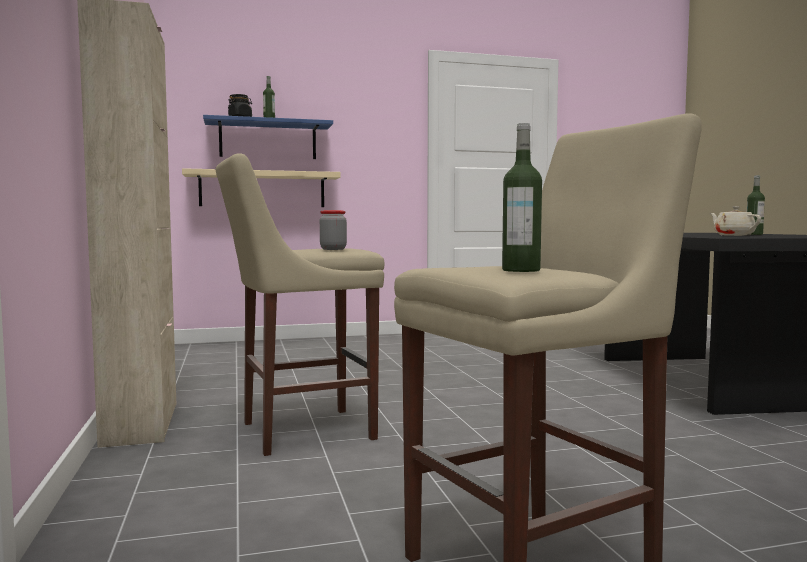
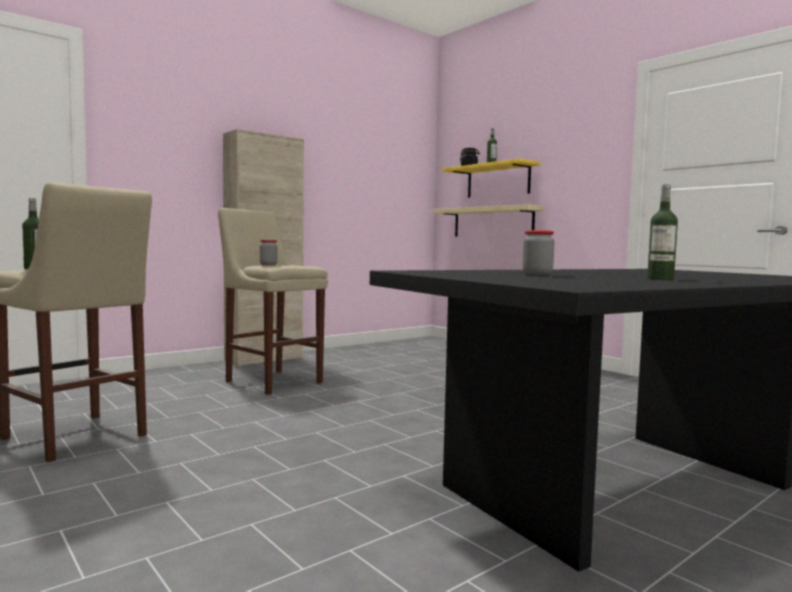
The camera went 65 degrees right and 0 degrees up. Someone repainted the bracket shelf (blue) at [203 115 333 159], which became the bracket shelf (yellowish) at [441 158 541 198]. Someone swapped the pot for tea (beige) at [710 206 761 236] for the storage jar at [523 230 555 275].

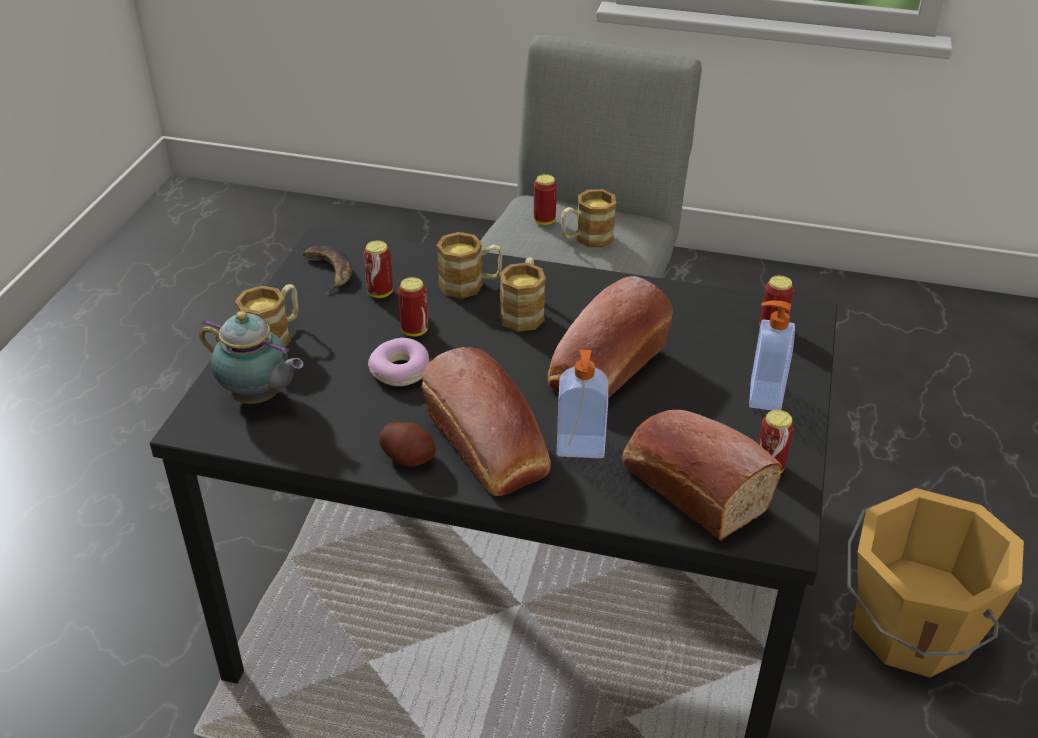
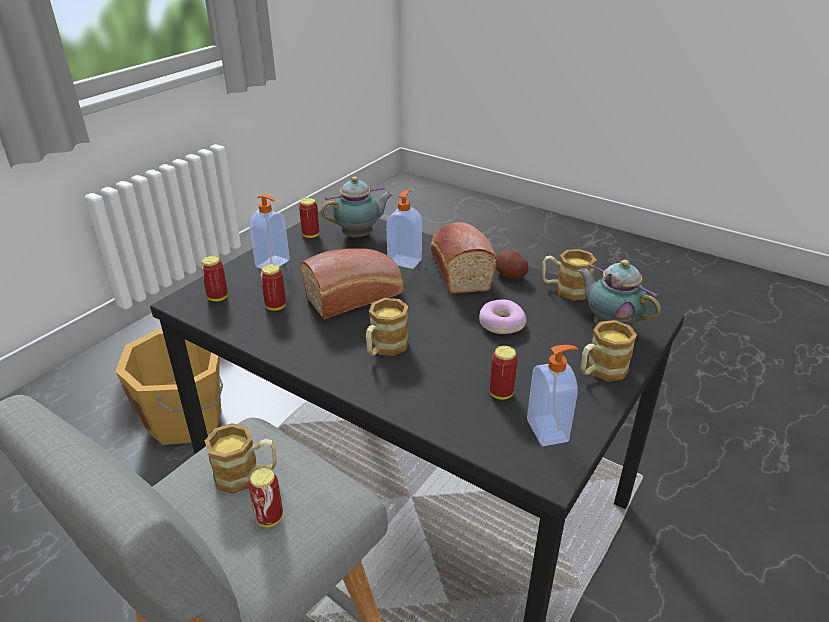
The camera went 160 degrees left and 5 degrees down. Someone swapped the banana at [302 246 352 295] for the liquid soap bottle at [527 345 578 447]. Someone carried the can from [398 277 428 337] to [260 264 286 311]. Someone carried the coffee mug from [436 232 503 299] to [542 249 596 300]. Someone swapped the bread at [622 410 782 541] for the pot for tea at [321 177 393 238].

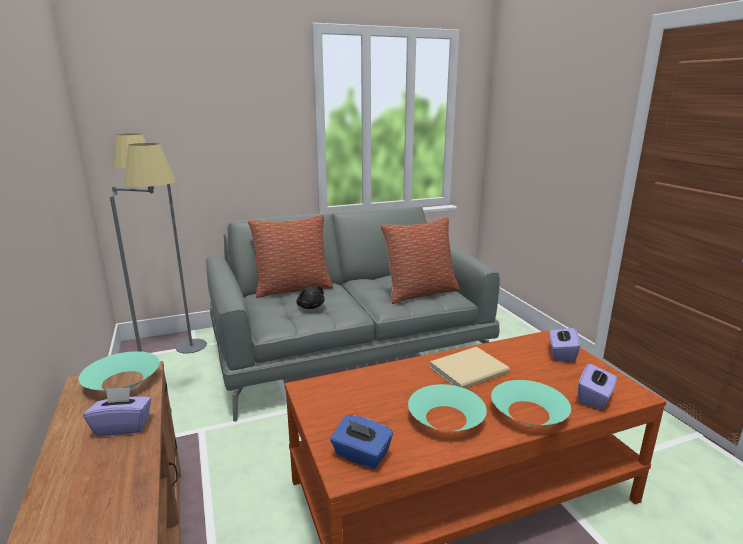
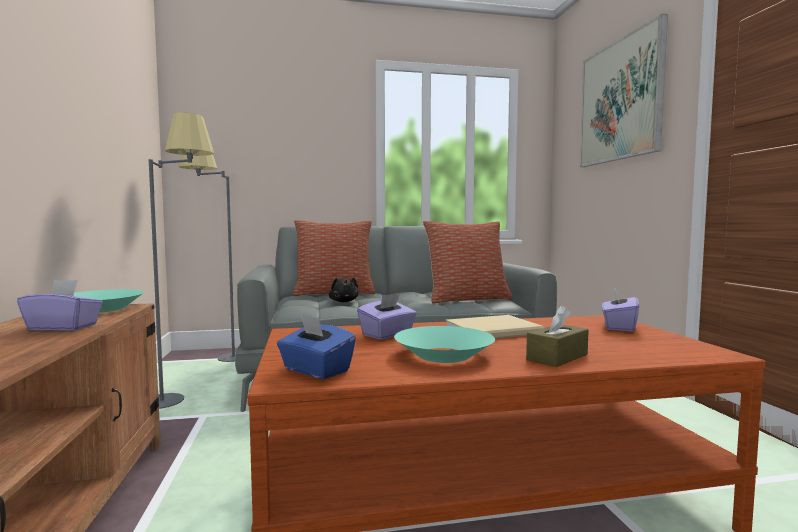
The camera went 10 degrees right and 15 degrees down. Someone swapped the serving bowl (turquoise) at [491 380 571 425] for the box of tissues (brown) at [526 305 589 367]. Someone carried the box of tissues (purplish) from [578 363 617 410] to [357 293 417 340]. Someone put up the wall picture at [579 14 668 167].

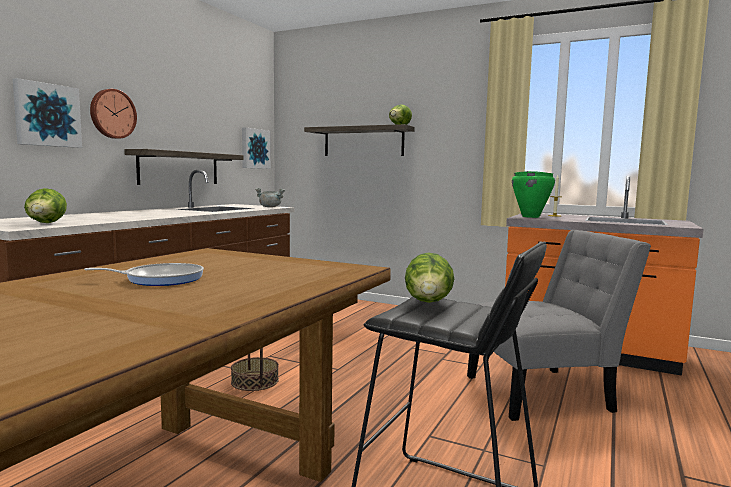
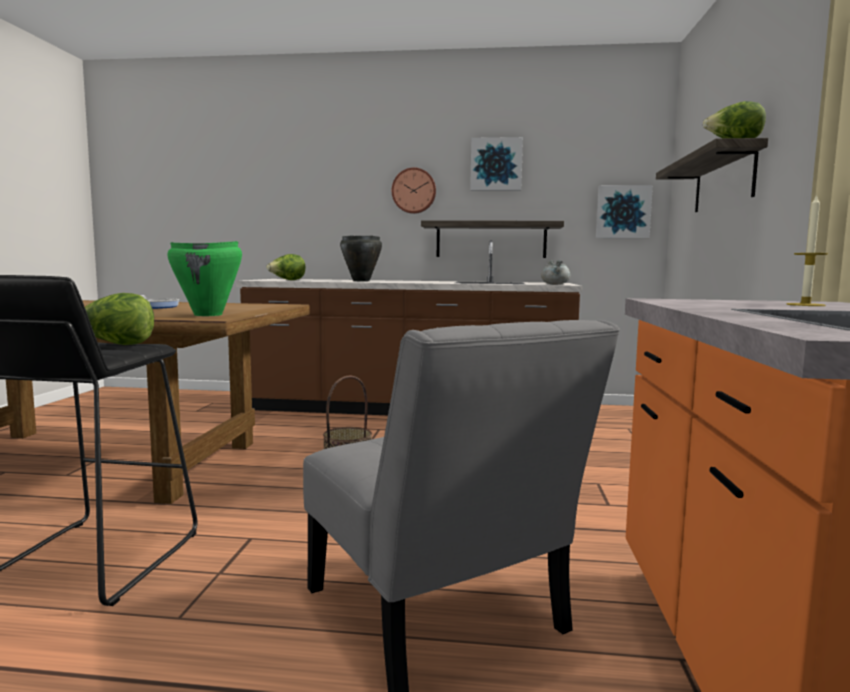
The camera went 70 degrees right and 0 degrees up. Someone carried the wall picture from [13 78 82 148] to [470 137 523 191]. Someone carried the cooking pot (greenish) from [512 171 555 218] to [167 241 242 316]. Someone put down the cooking pot (blackish) at [340 236 382 281].

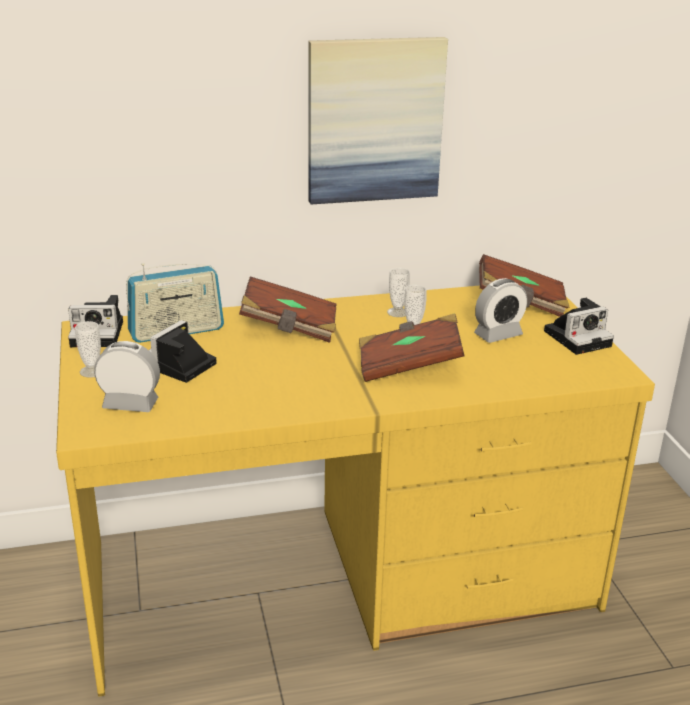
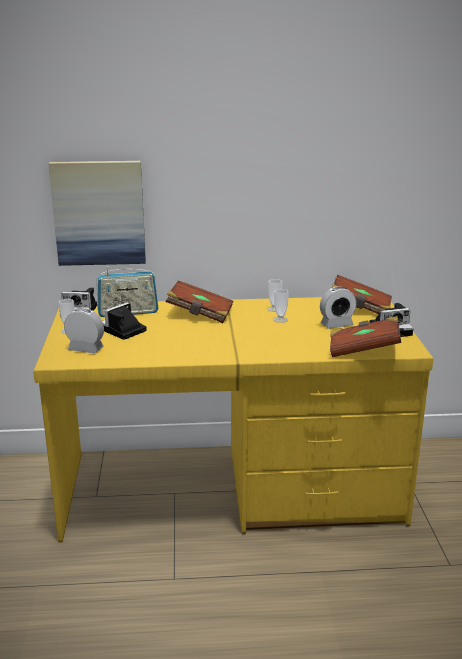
The camera went 10 degrees right and 5 degrees down. Someone carried the wall picture from [308 37 448 204] to [48 161 146 266]. Someone carried the book (brown) from [359 313 464 382] to [330 316 401 357].

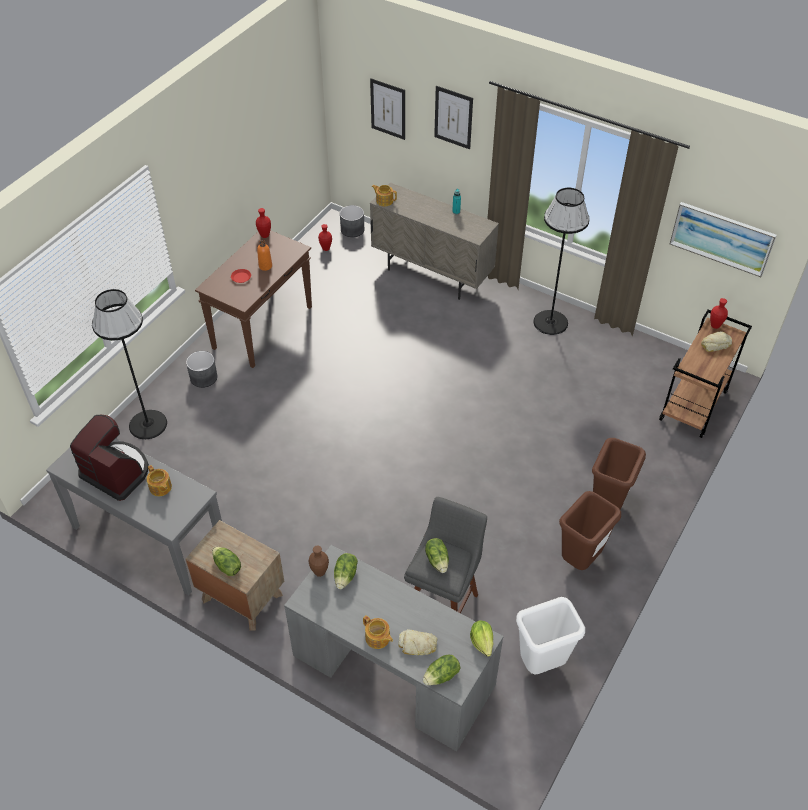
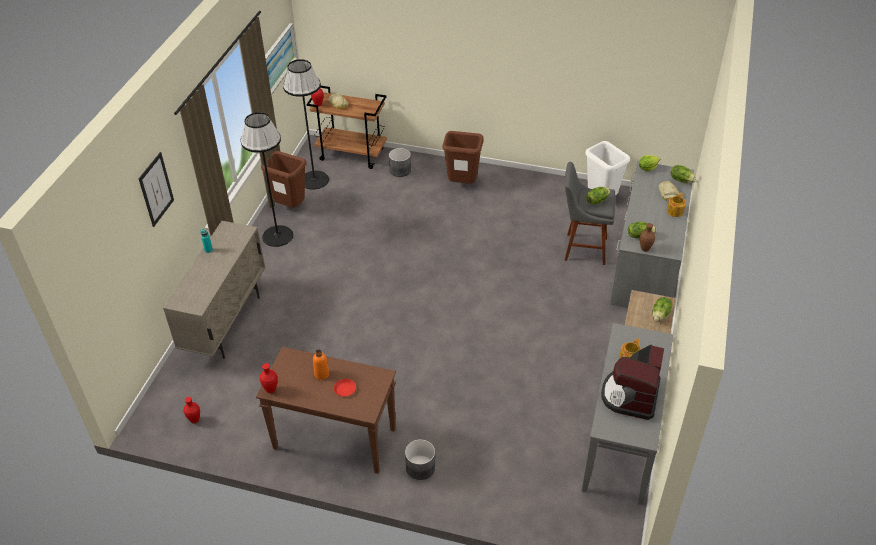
The camera went 105 degrees left and 5 degrees down. Someone carried the standard lamp (blackish) from [92 289 167 439] to [283 59 329 190]. Someone carried the planter (grey) from [340 205 365 237] to [389 148 411 177]. Someone took away the wall picture at [370 78 405 140]. Someone took away the pot for tea at [372 185 397 206]. Someone carried the trash can (brown) from [559 491 621 570] to [261 151 306 208].

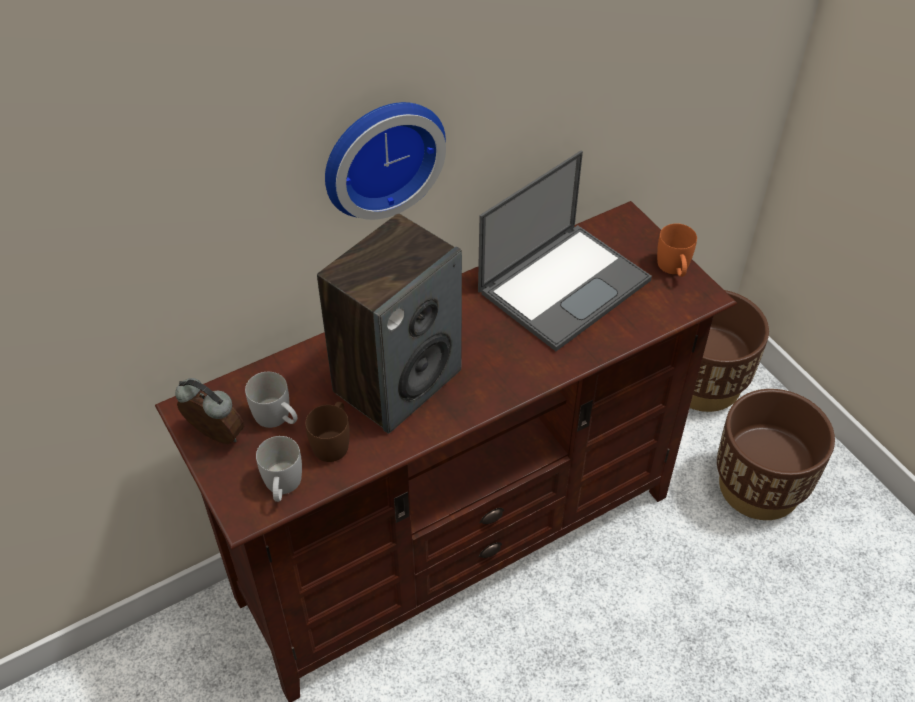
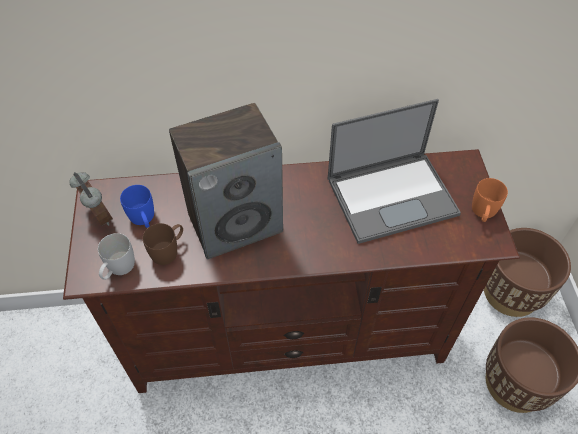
The camera went 25 degrees right and 5 degrees up. Someone repainted the coffee mug (whitish) at [245 372 297 428], which became the coffee mug (blue) at [120 185 154 228]. Someone took away the clock on the wall at [325 102 446 220].

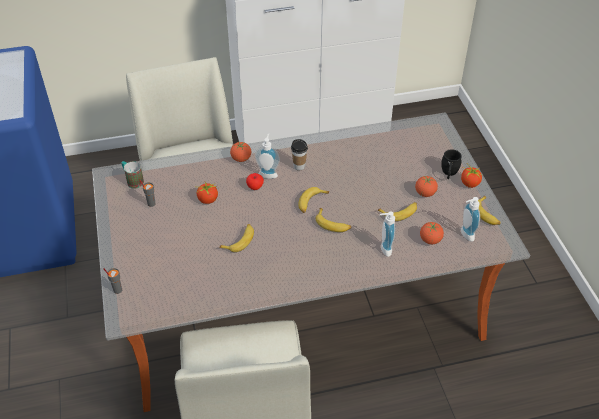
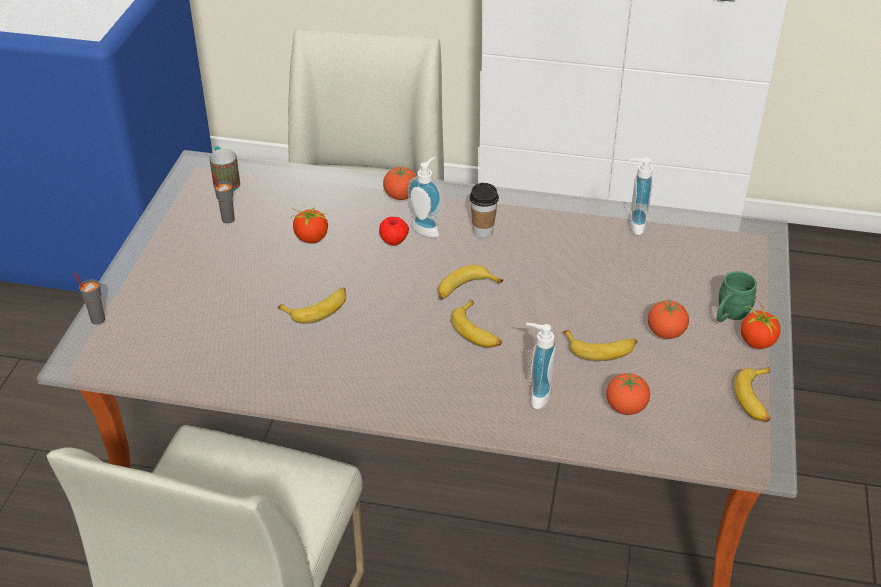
The camera went 25 degrees right and 5 degrees down. Someone repainted the coffee mug (blackish) at [441 149 462 179], which became the coffee mug (greenish) at [717 271 757 322]. Someone carried the liquid soap bottle from [461 197 480 242] to [629 158 653 235].

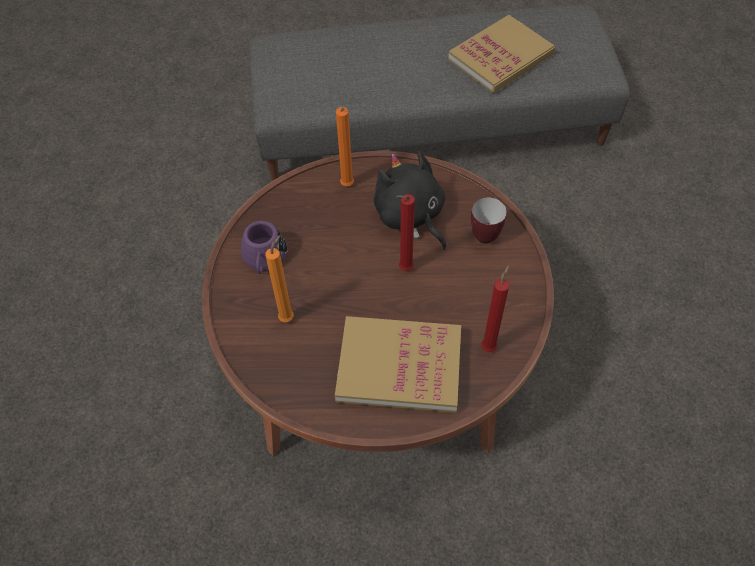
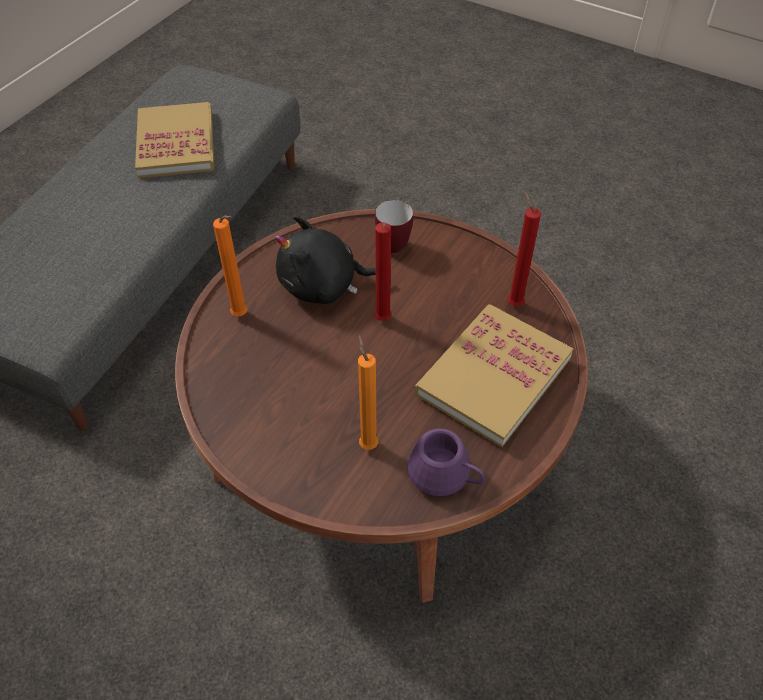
The camera went 60 degrees left and 5 degrees down. Someone carried the coffee mug (purplish) from [241 221 287 274] to [407 428 485 496].

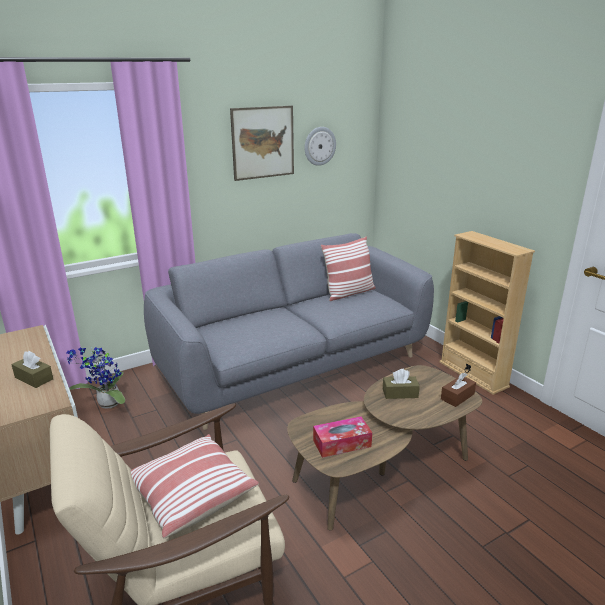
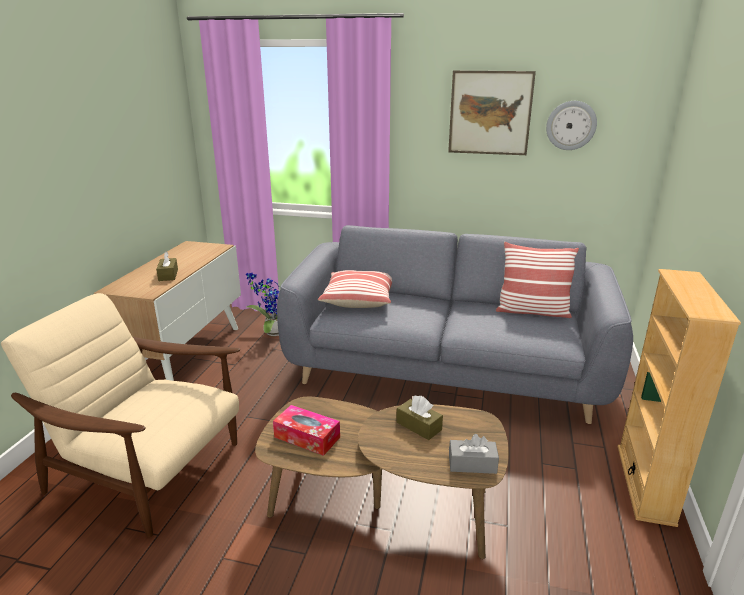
The camera went 45 degrees right and 0 degrees up. Someone carried the throw pillow from [131 434 259 538] to [318 270 392 308]. Someone repainted the box of tissues (brown) at [441 373 476 407], which became the box of tissues (grey) at [449 434 499 474].

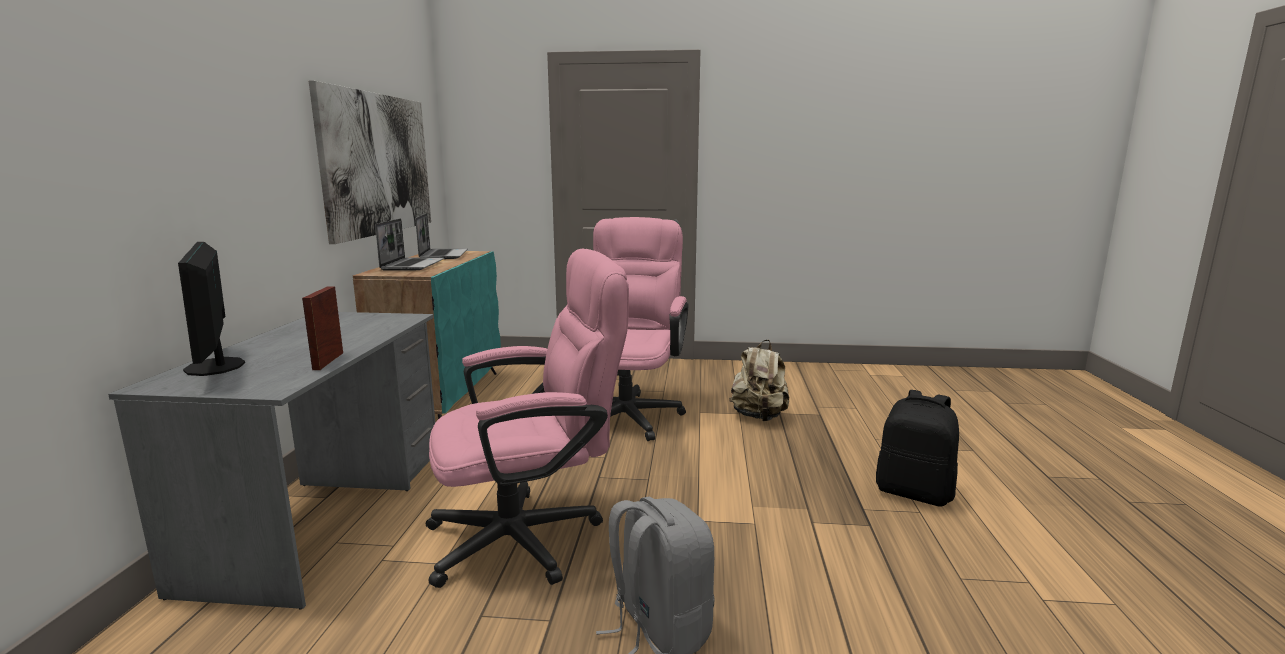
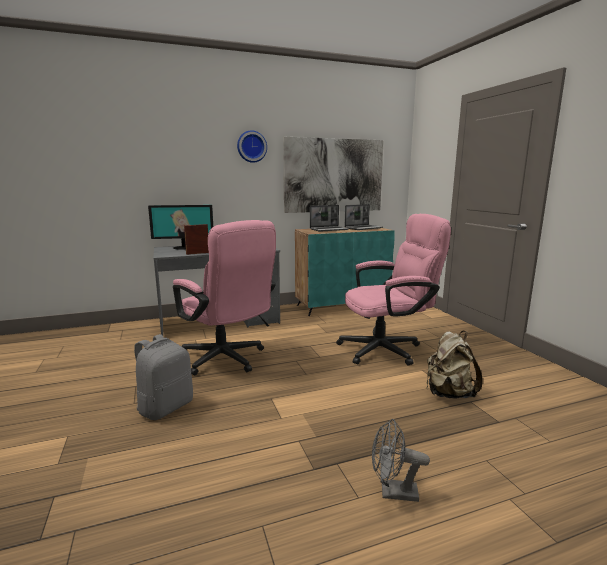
The camera went 65 degrees right and 0 degrees up. Someone rotated the computer screen at [178 242 245 376] by 135 degrees counterclockwise. Someone swapped the knapsack (blackish) at [876 390 959 506] for the electric fan (grey) at [372 419 430 502]. Someone put up the clock on the wall at [237 130 267 163].

